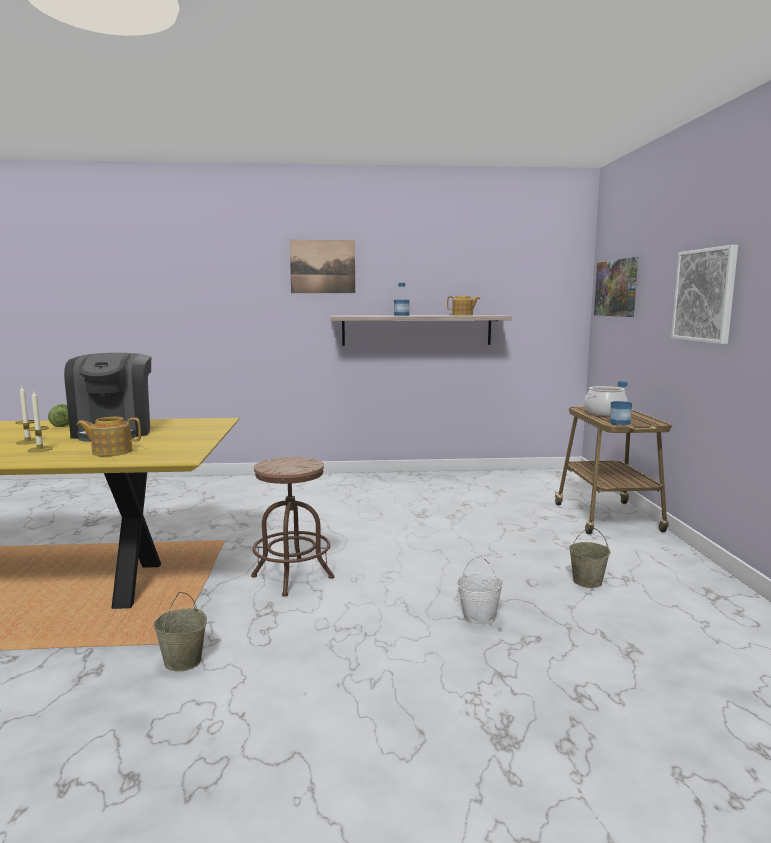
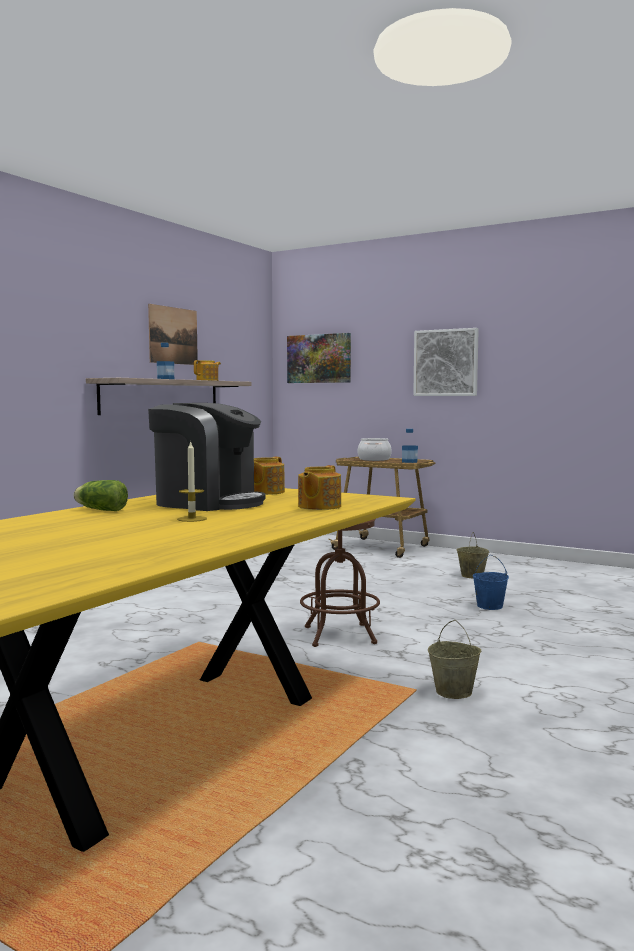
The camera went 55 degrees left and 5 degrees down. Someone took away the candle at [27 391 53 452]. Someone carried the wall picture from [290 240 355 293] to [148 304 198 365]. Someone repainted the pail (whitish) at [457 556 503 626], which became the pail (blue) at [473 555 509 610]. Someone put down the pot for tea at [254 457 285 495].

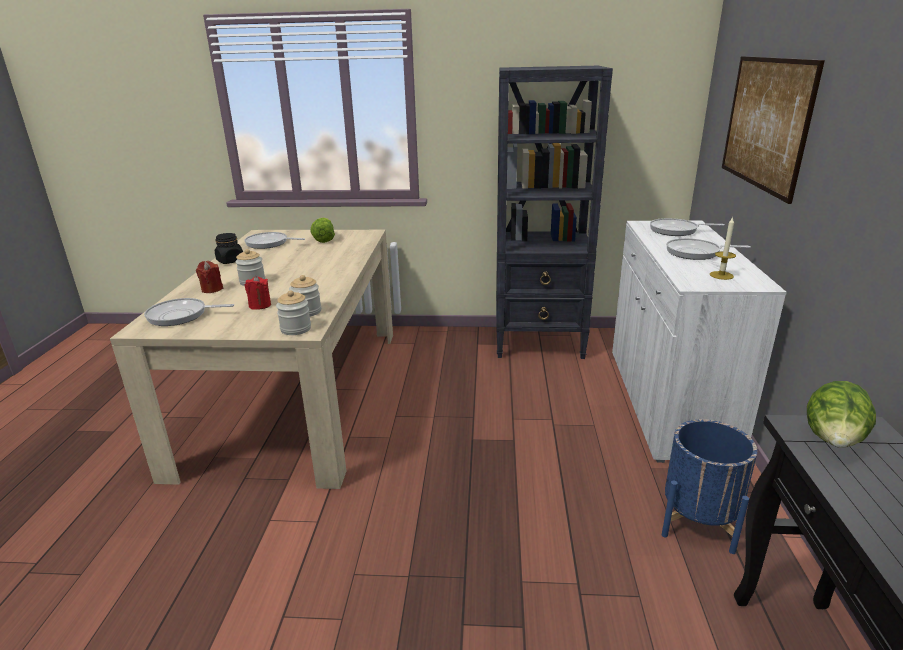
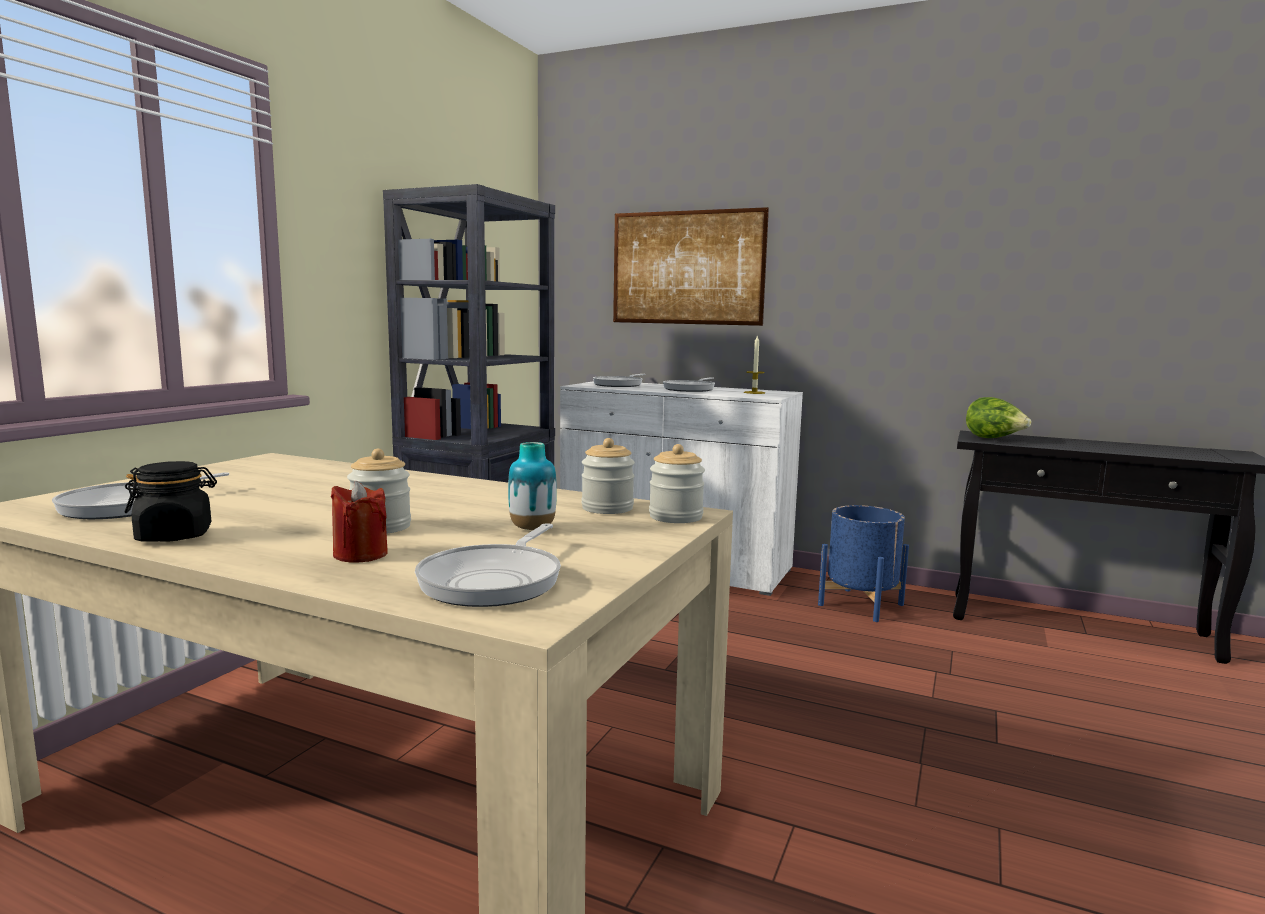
The camera went 70 degrees left and 15 degrees down. Someone swapped the candle (red) at [245 276 271 310] for the decorative vase at [508 442 557 530]. Someone took away the head of lettuce at [310 218 335 243].

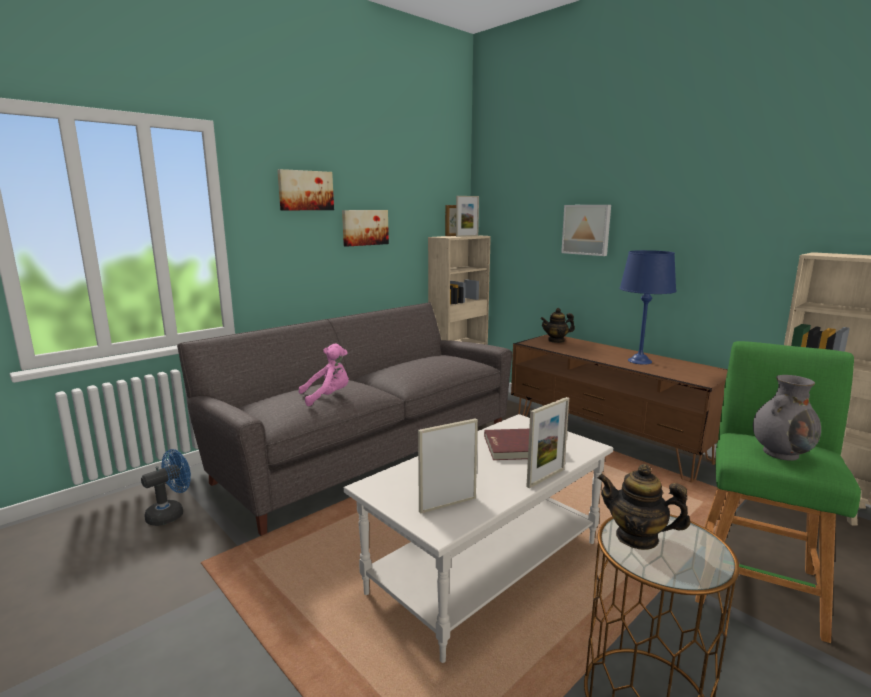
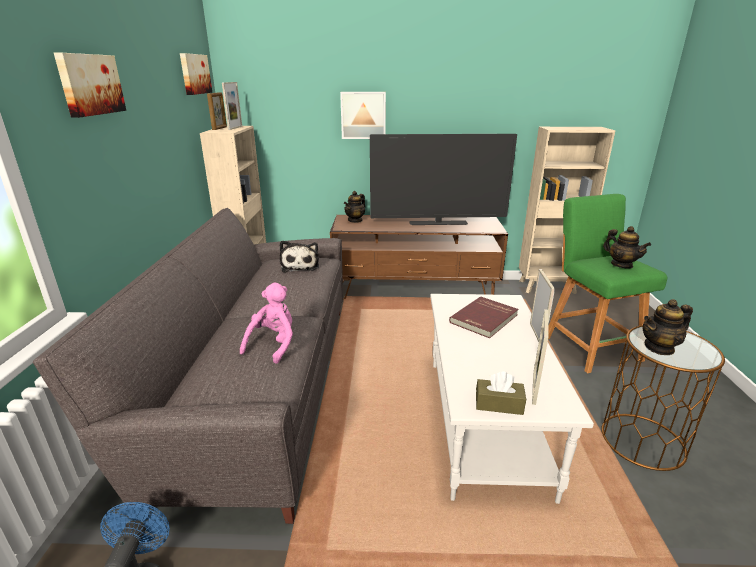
The camera went 45 degrees left and 10 degrees up. Someone carried the wall picture from [342 210 389 247] to [180 53 212 95]. Someone swapped the lamp for a table (blue) at [619 250 676 365] for the TV set at [370 134 517 225]. Someone swapped the decorative vase (grey) at [753 375 821 461] for the pot for tea at [603 226 651 269]. Someone put down the plush toy at [280 241 319 272]. Someone put down the box of tissues (brown) at [476 372 526 415].

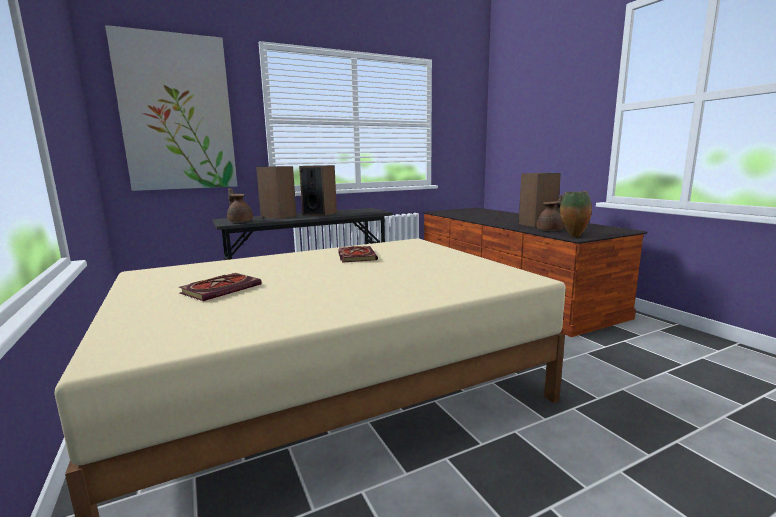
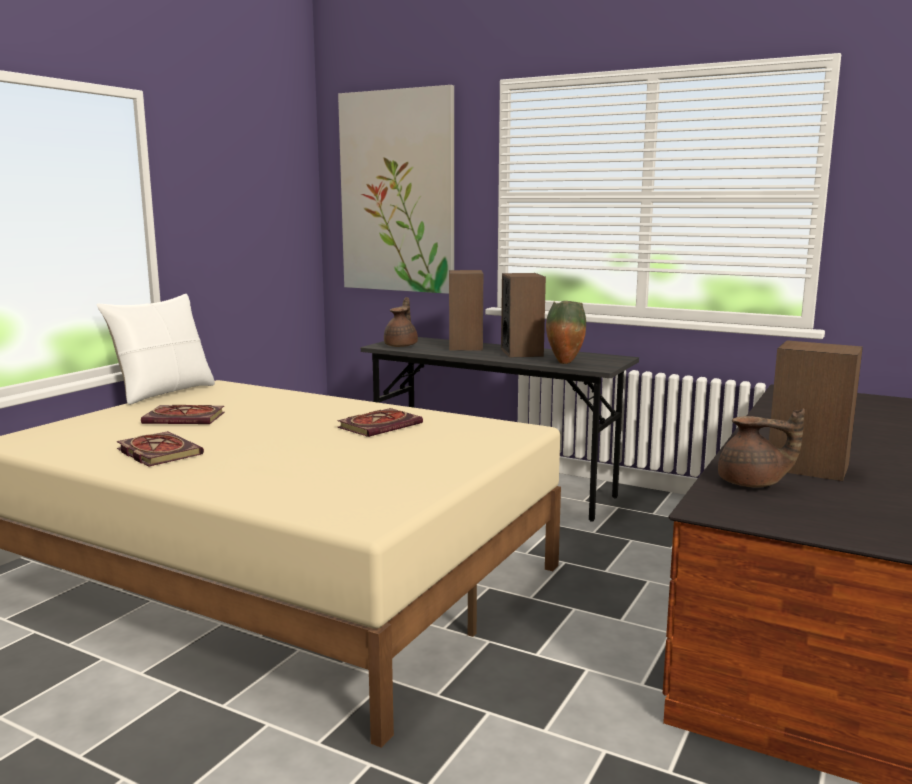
The camera went 55 degrees right and 0 degrees up. Someone carried the decorative vase from [560 191 592 237] to [546 301 586 364]. Someone put down the throw pillow (whitish) at [96 294 215 405]. Someone put down the book at [116 431 204 467].

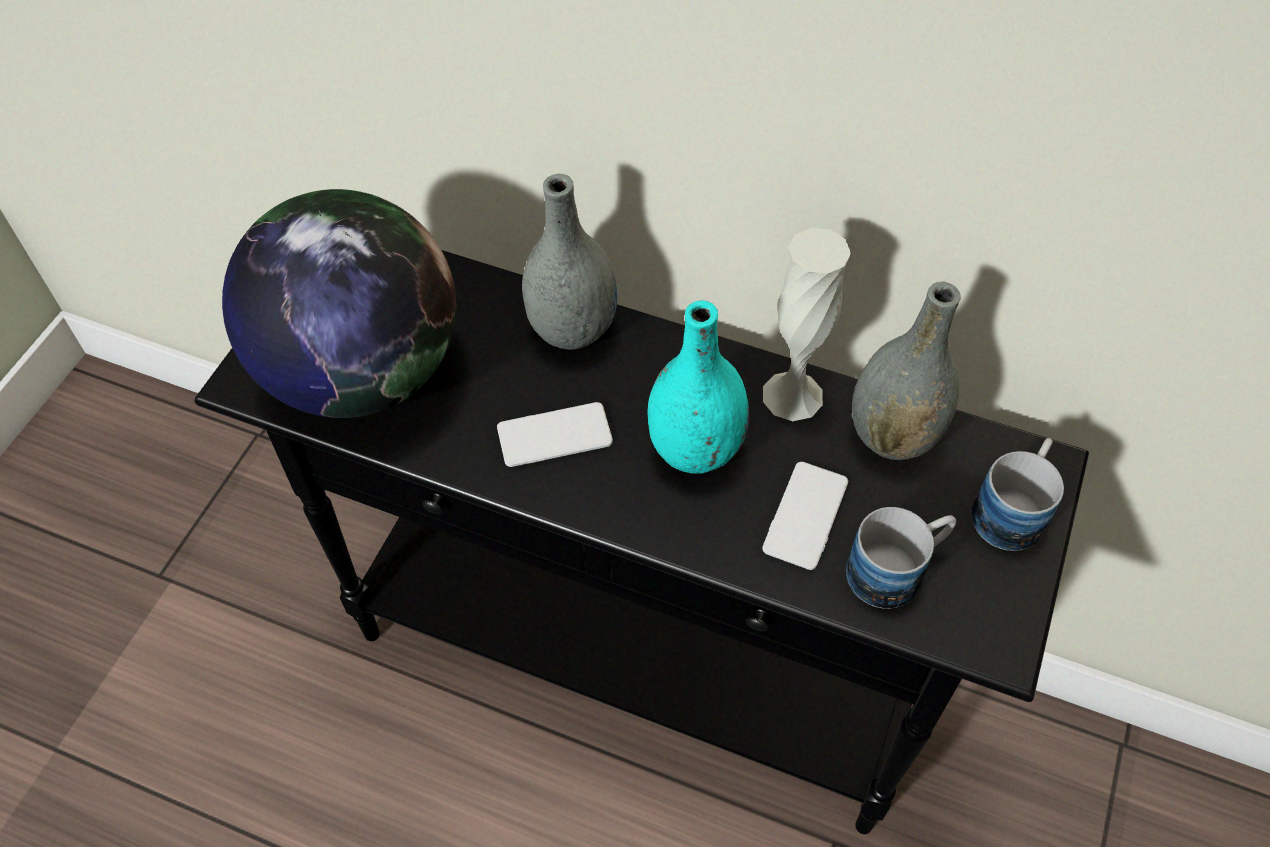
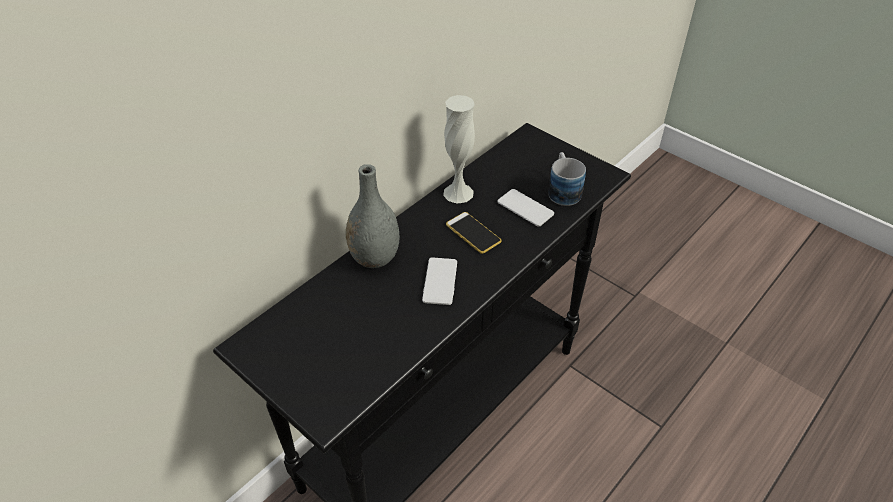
The camera went 70 degrees left and 10 degrees down. Someone took away the world globe at [222 189 456 418]. Someone swapped the decorative vase (turquoise) at [647 300 749 474] for the phone at [446 212 502 254]. Someone took away the decorative vase (grey) at [851 281 961 460]. Someone took away the coffee mug at [971 438 1064 551].

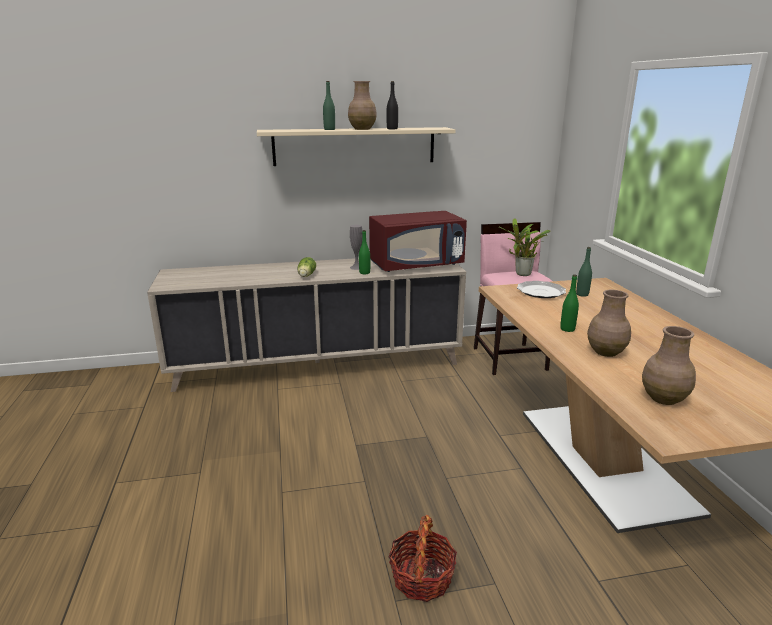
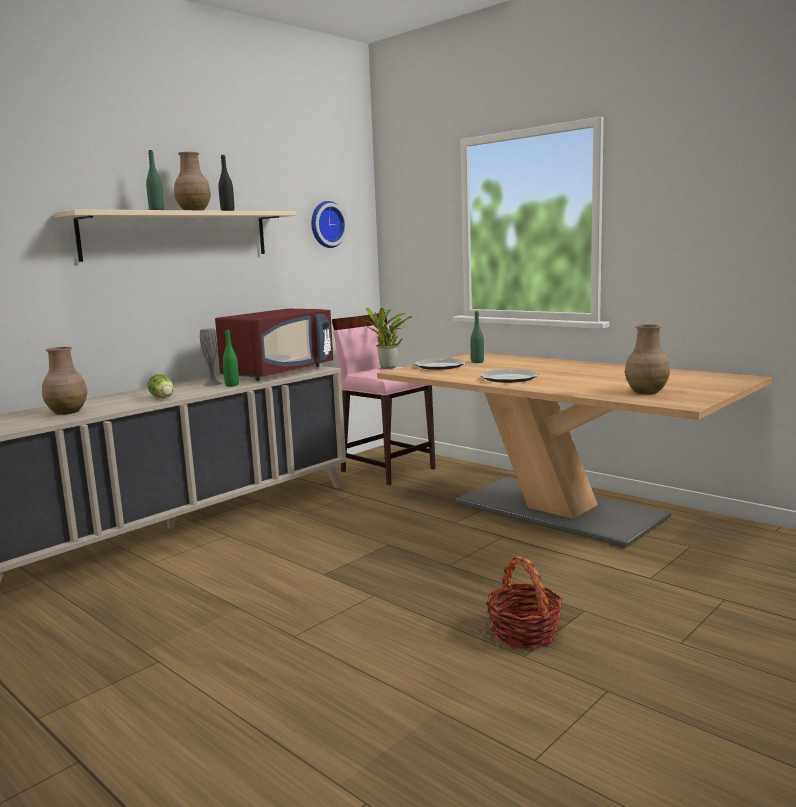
The camera went 35 degrees left and 10 degrees down. Someone swapped the beverage bottle (greenish) at [560 275 579 332] for the dinner plate at [480 369 539 383]. Someone carried the decorative vase (brown) from [587 290 631 357] to [42 347 87 415]. Someone put up the clock on the wall at [311 201 347 248].

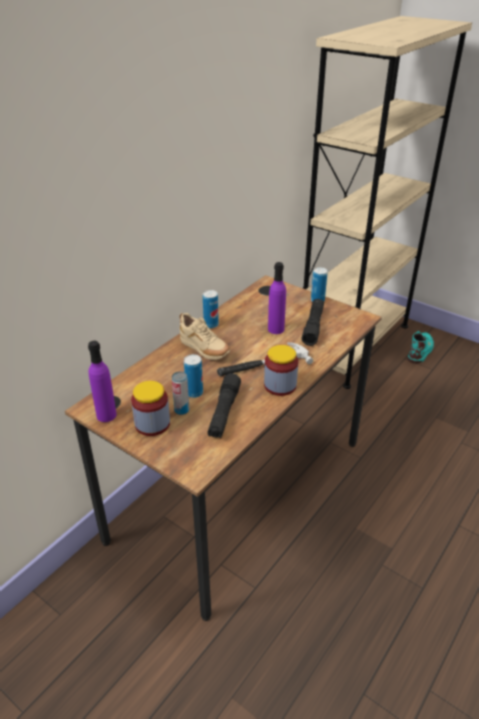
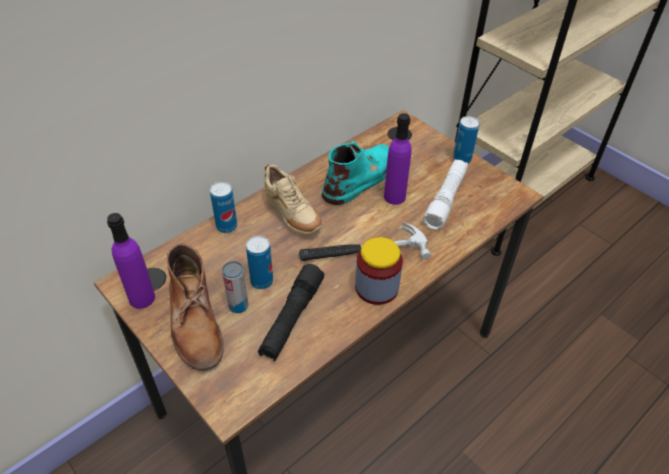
The camera went 10 degrees right and 10 degrees up. Someone swapped the storage jar at [131 381 170 436] for the tall boot (brown) at [166 243 223 371]. Someone carried the can from [203 290 219 328] to [210 182 237 233]. Someone repainted the hand torch (blackish) at [302 299 324 346], which became the hand torch (whitish) at [423 159 468 230]. Someone carried the tall boot (turquoise) from [407 331 434 364] to [322 141 389 205].

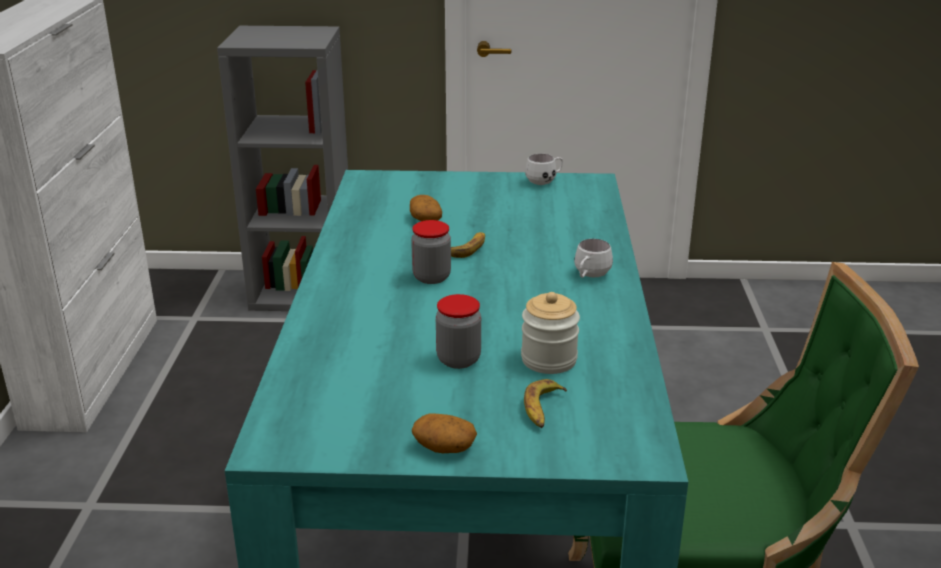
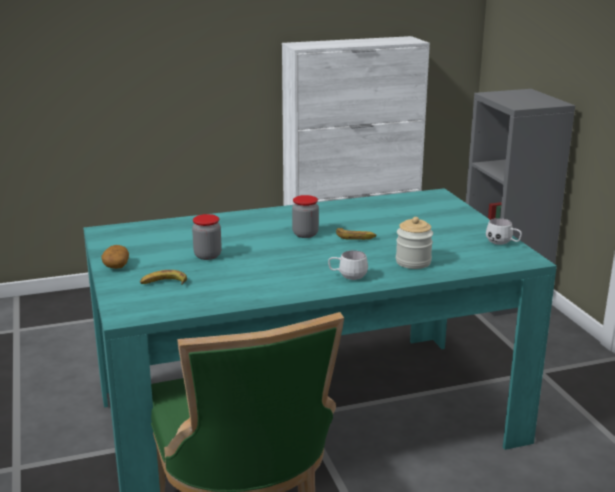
The camera went 70 degrees right and 5 degrees down. Someone took away the whole potato at [410 195 442 221]. Someone carried the storage jar from [521 292 580 374] to [396 217 433 269].

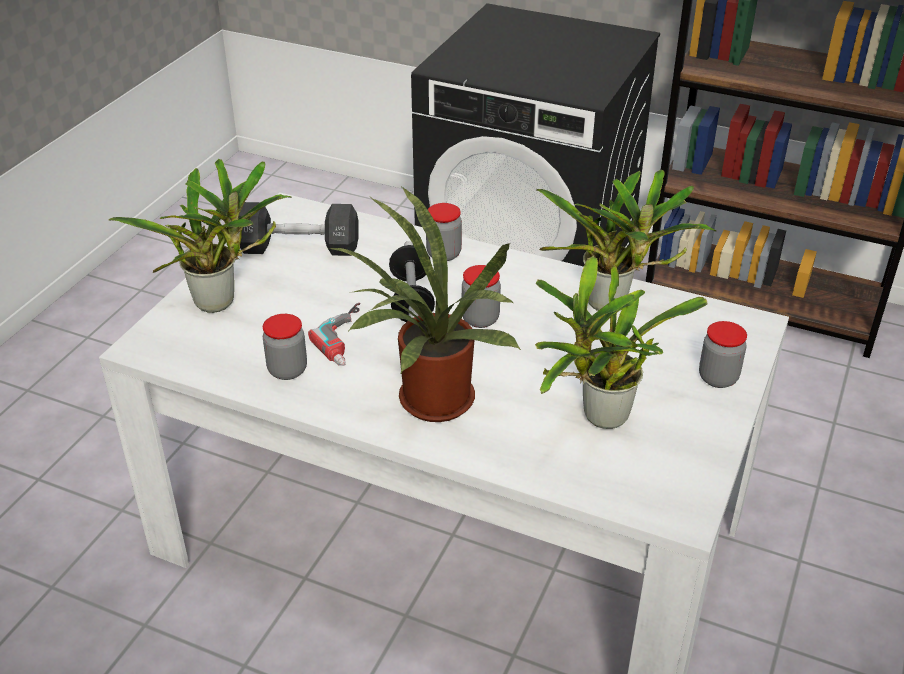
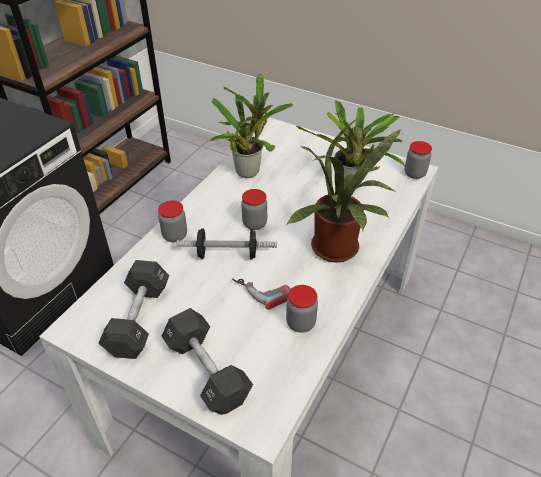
The camera went 85 degrees left and 5 degrees up. Someone swapped the potted plant at [109 159 291 313] for the dumbbell (blackish) at [162 308 253 415]. Someone carried the storage jar from [699 321 747 388] to [405 141 432 179].

